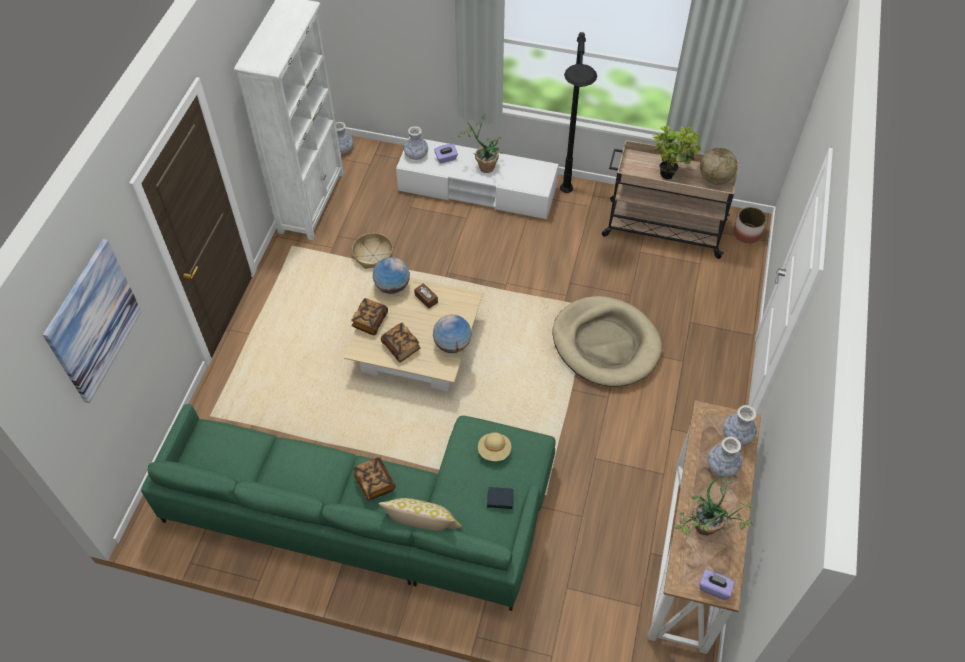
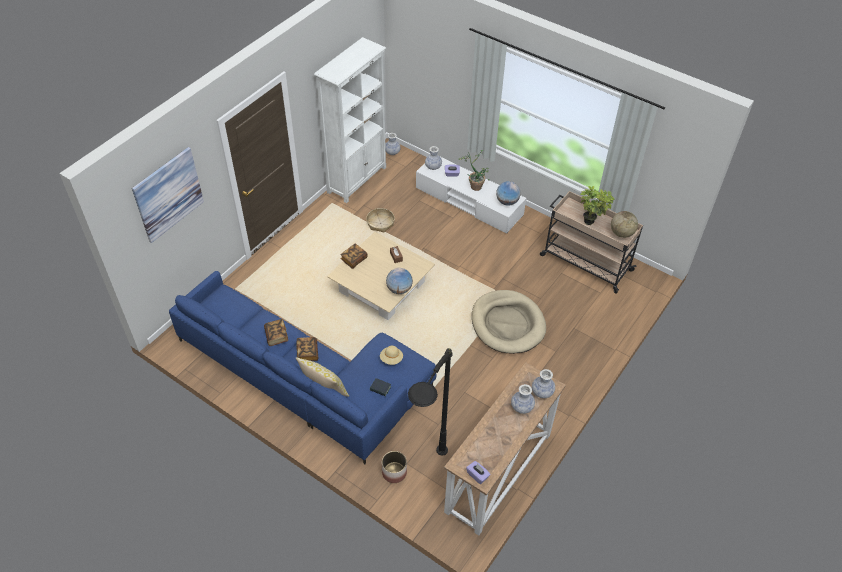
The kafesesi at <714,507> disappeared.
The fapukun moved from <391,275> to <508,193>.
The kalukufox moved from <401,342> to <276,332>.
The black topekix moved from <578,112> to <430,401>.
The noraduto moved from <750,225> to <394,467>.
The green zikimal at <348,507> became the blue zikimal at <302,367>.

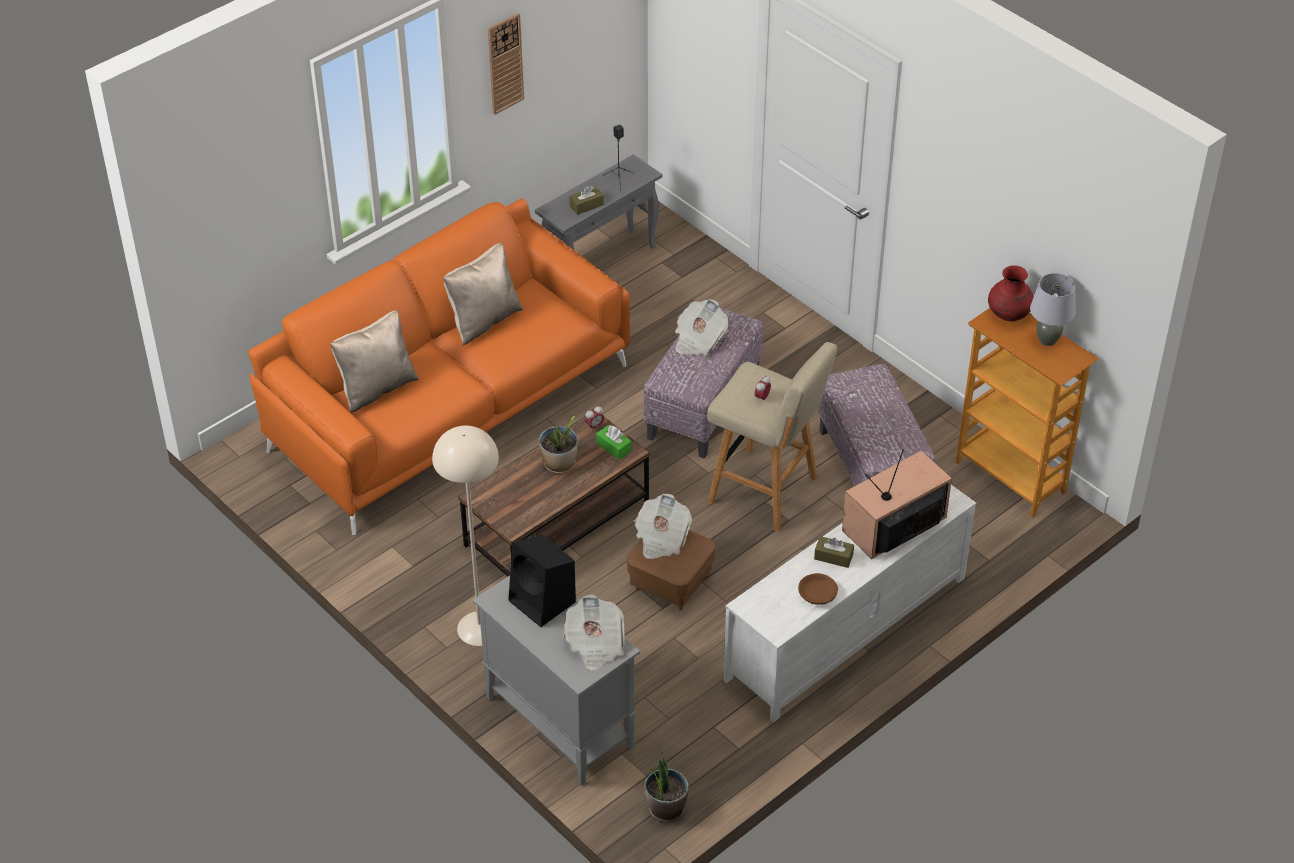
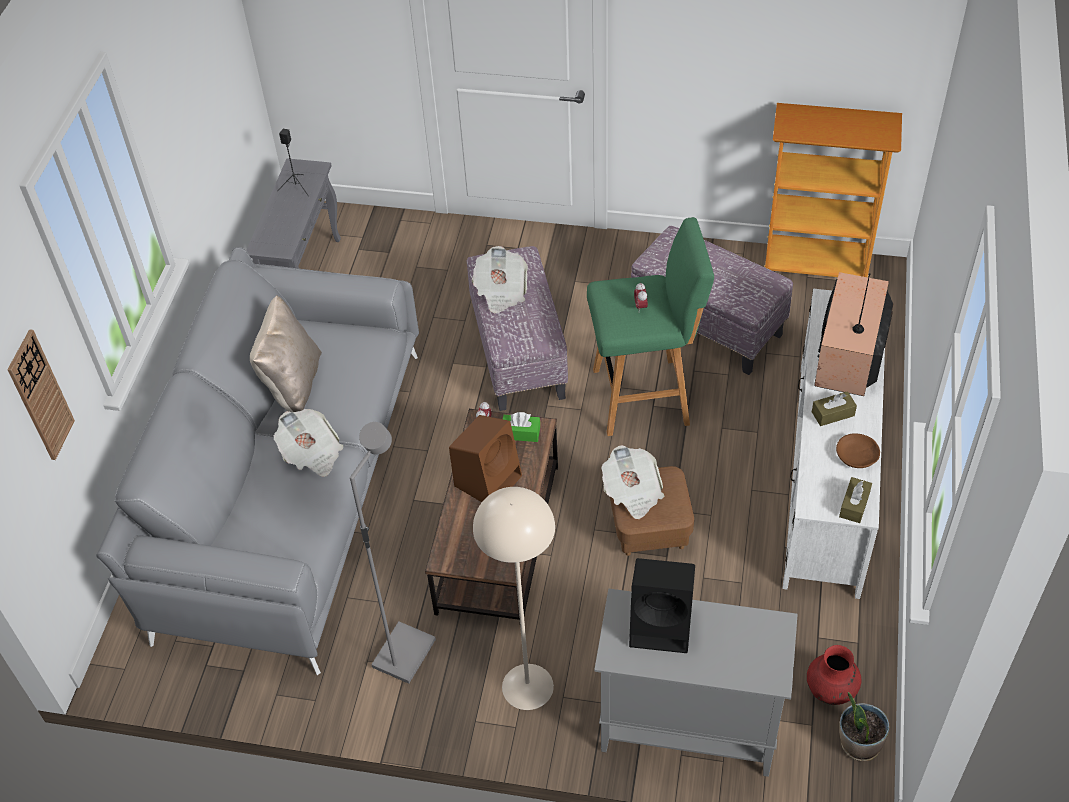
The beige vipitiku at <374,361> disappeared.
The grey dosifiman at <1053,309> disappeared.
The grey topekix at <393,553> appeared.
The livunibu moved from <506,64> to <41,394>.
The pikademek moved from <594,633> to <309,443>.
The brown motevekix moved from <586,200> to <855,500>.
The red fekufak moved from <1011,293> to <834,675>.
The kafesesi at <558,445> was replaced by the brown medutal at <485,458>.
The orange zikimal at <439,366> became the grey zikimal at <257,461>.
The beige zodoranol at <772,437> became the green zodoranol at <650,326>.

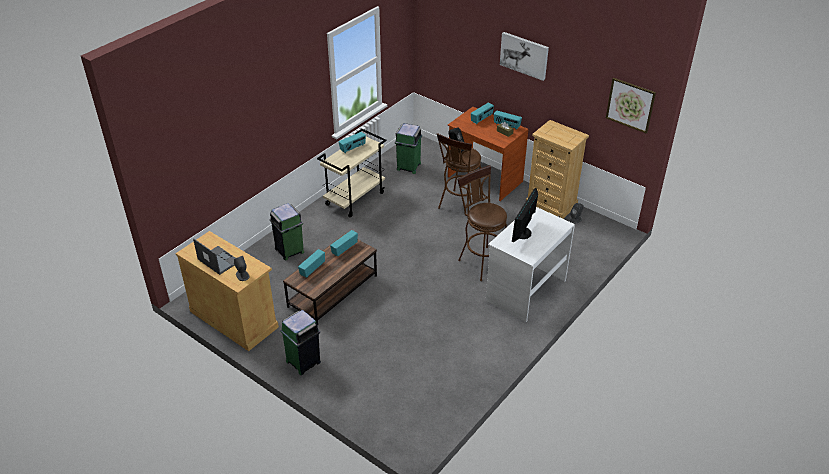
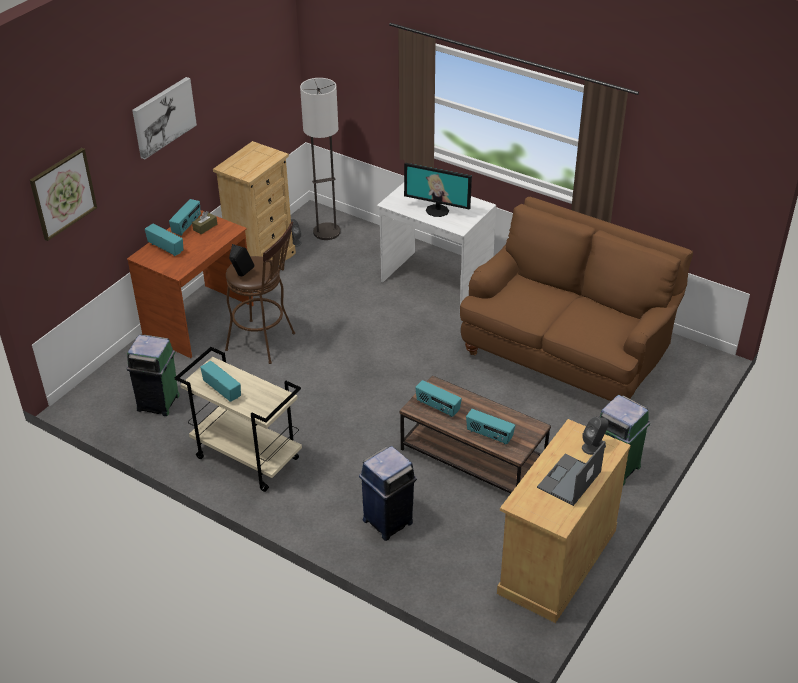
The brown zodoranol at <482,223> disappeared.
The topekix at <320,159> appeared.
The brown zikimal at <576,299> appeared.
The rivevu moved from <631,105> to <63,194>.
The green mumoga at <287,231> became the blue mumoga at <388,493>.

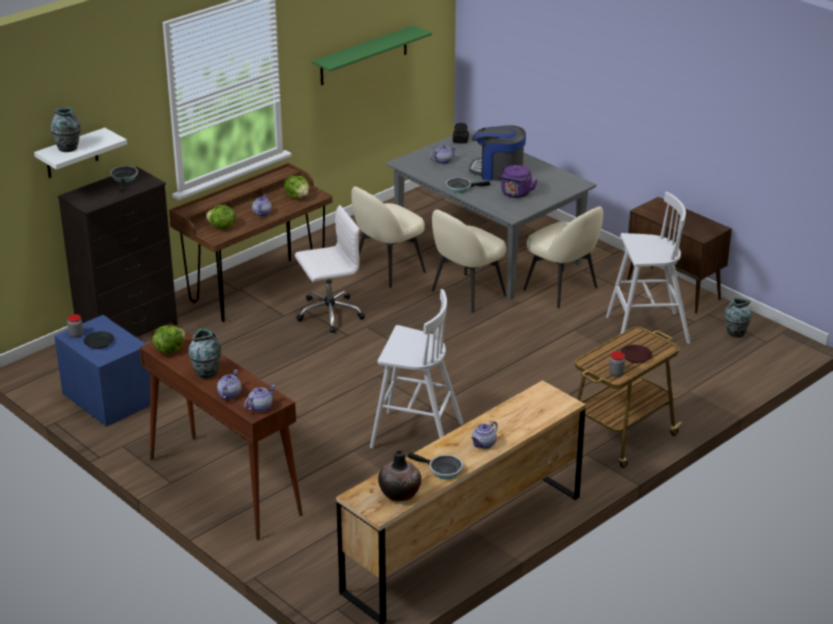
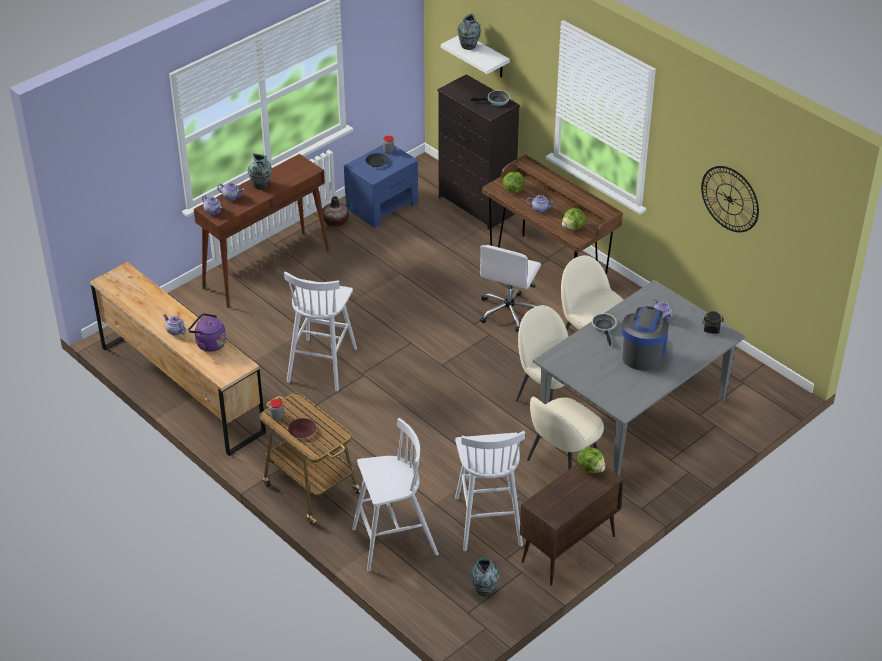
The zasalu at <435,465> disappeared.
The white zodoranol at <395,495> appeared.
The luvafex moved from <169,339> to <591,460>.
The fekufak moved from <399,475> to <335,212>.
The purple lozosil moved from <518,181> to <207,332>.
The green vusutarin at <372,55> was replaced by the livunibu at <730,199>.
The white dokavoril at <330,269> turned 45 degrees clockwise.

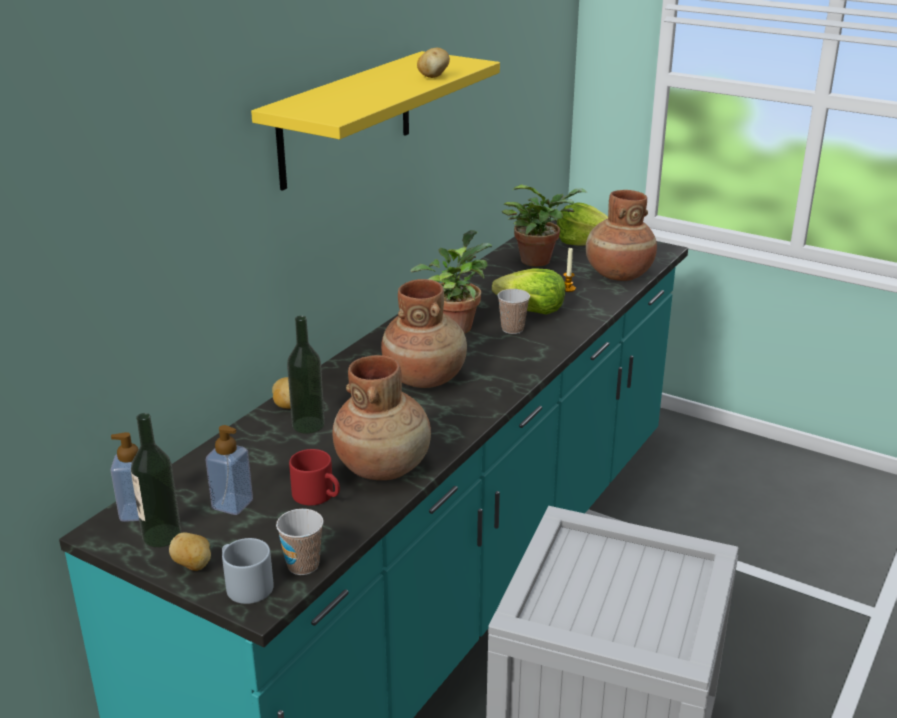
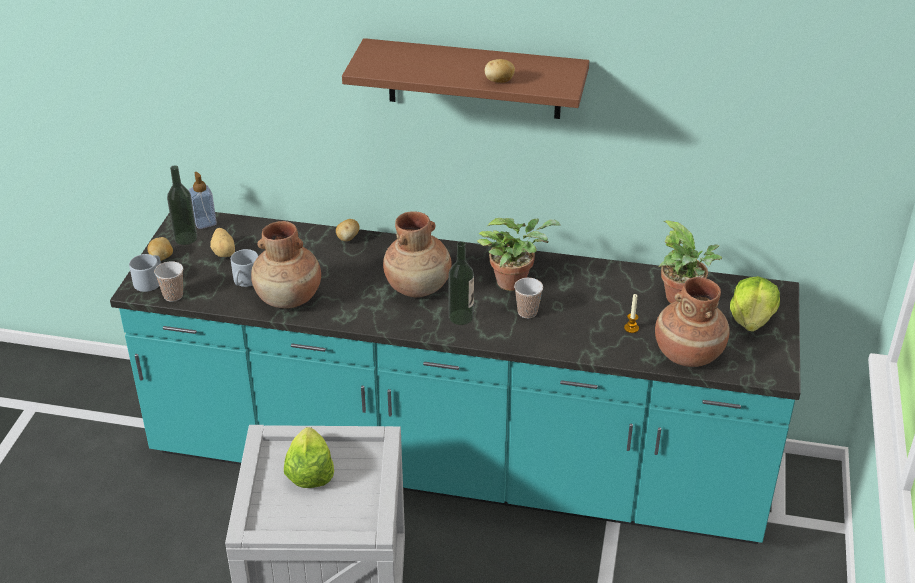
The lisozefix moved from <306,375> to <461,283>.
The luvafex moved from <529,291> to <309,457>.
The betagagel at <229,470> was replaced by the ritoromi at <222,242>.
The yellow vusutarin at <375,121> became the brown vusutarin at <465,78>.
The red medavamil at <314,477> became the grey medavamil at <244,268>.

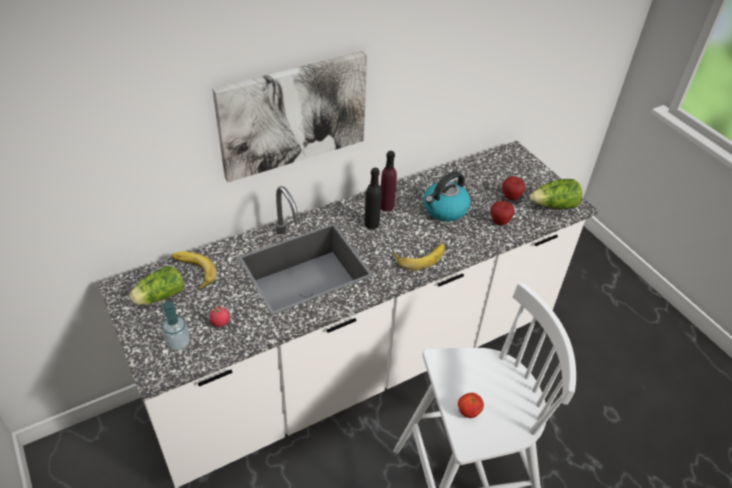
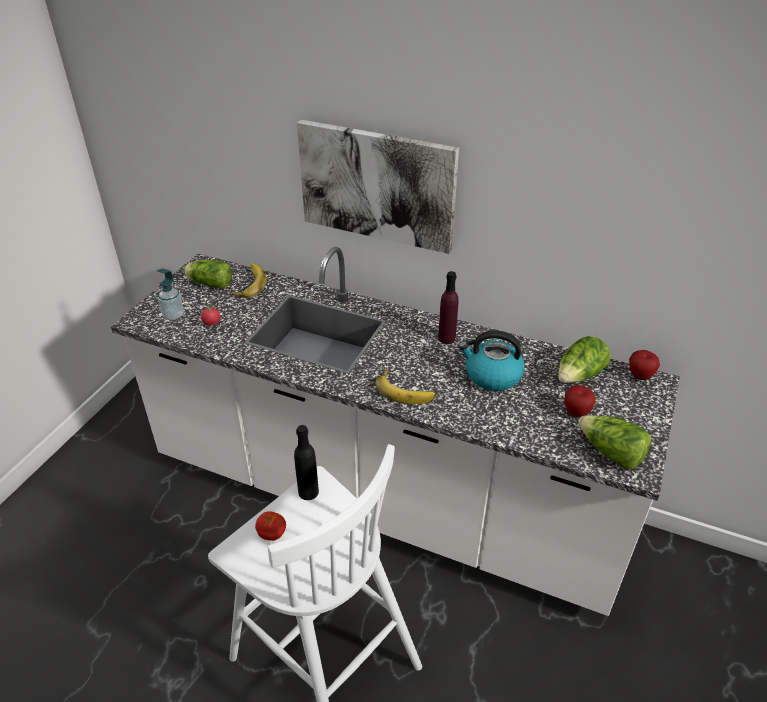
The luvafex at <584,359> appeared.
The black lisozefix moved from <373,198> to <306,462>.
The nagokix moved from <503,213> to <644,365>.

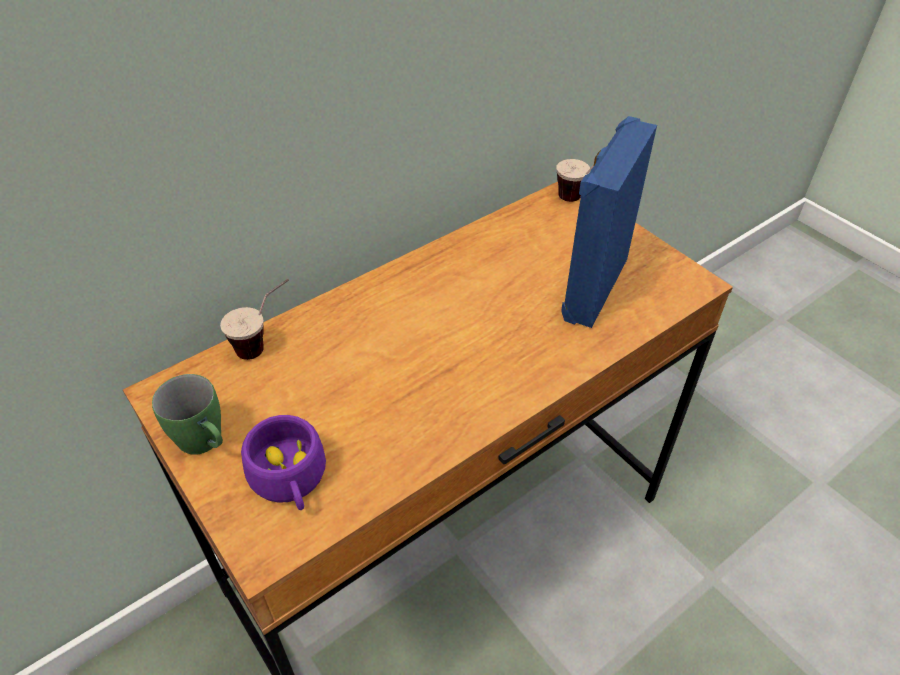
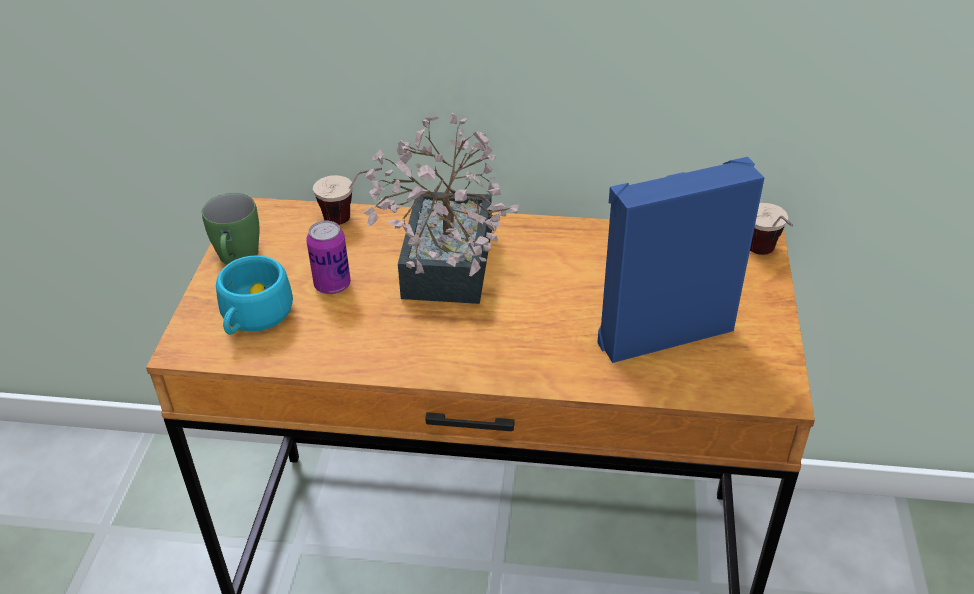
The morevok at <328,257> appeared.
The kafesesi at <442,208> appeared.
The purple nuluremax at <283,462> became the turquoise nuluremax at <254,295>.

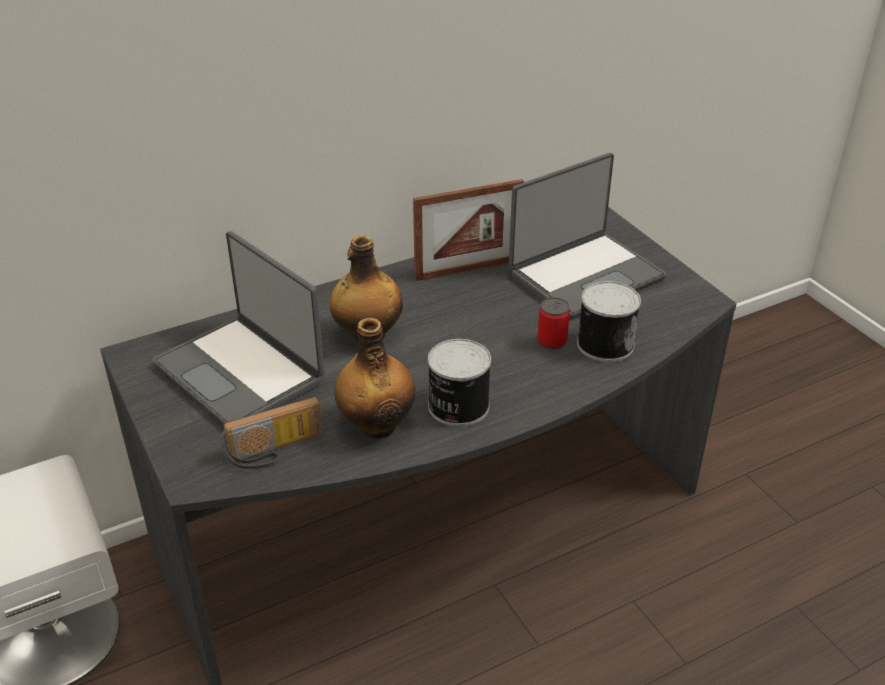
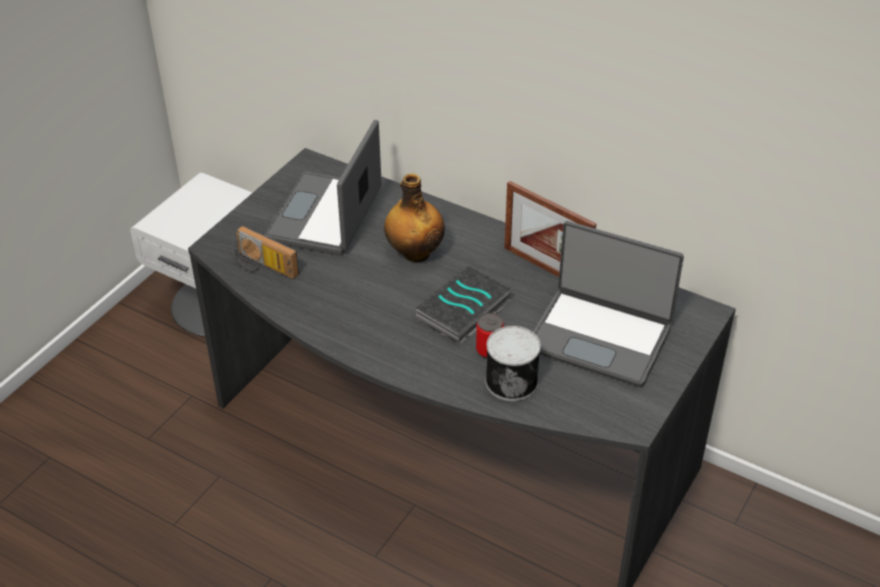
The lisozefix at <374,378> disappeared.
The morevok at <459,383> disappeared.
The kalukufox at <464,305> appeared.

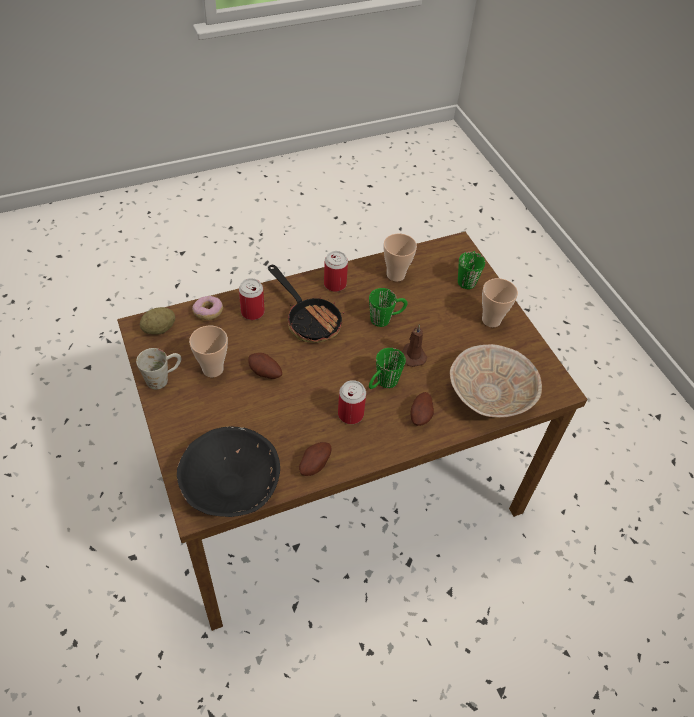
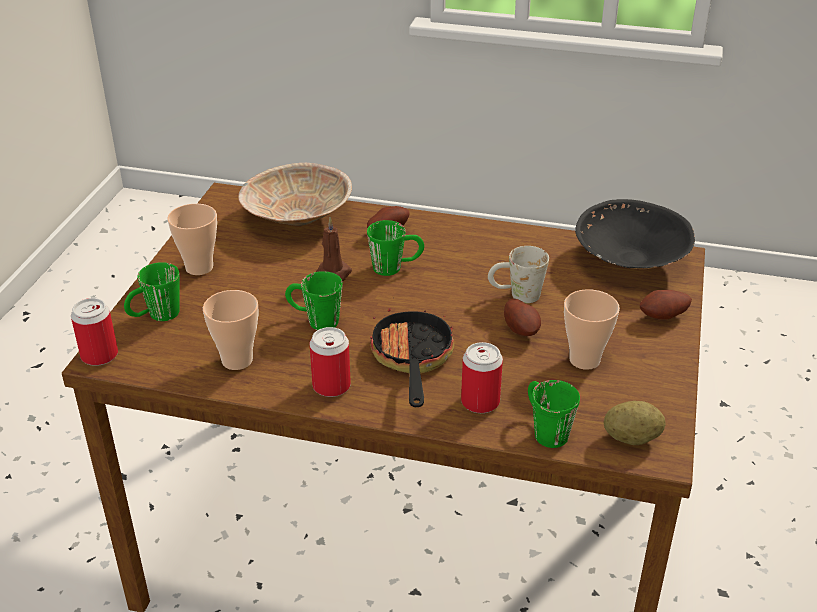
The white medavamil moved from <158,368> to <518,274>.
The ritoromi moved from <315,459> to <666,305>.
The morevok moved from <352,402> to <94,332>.
The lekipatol at <207,308> was replaced by the green medavamil at <554,414>.

